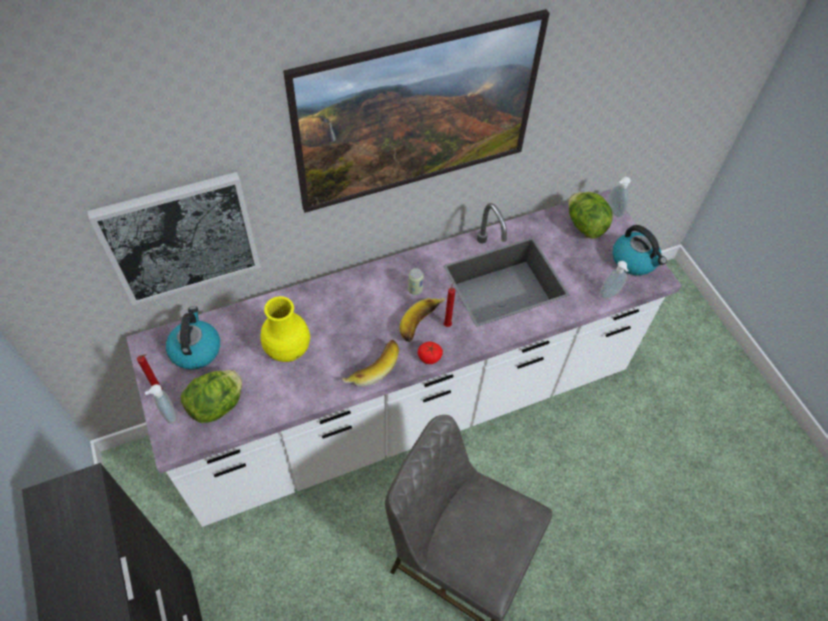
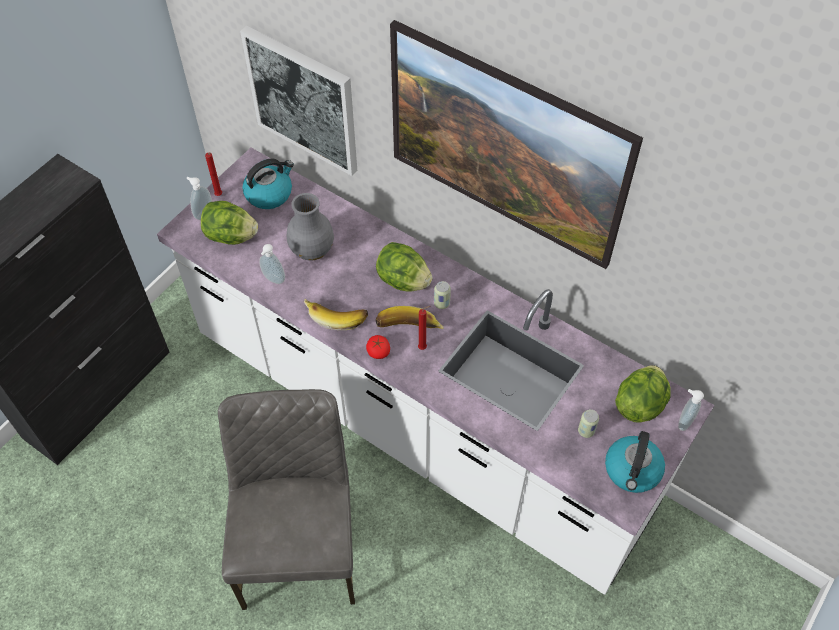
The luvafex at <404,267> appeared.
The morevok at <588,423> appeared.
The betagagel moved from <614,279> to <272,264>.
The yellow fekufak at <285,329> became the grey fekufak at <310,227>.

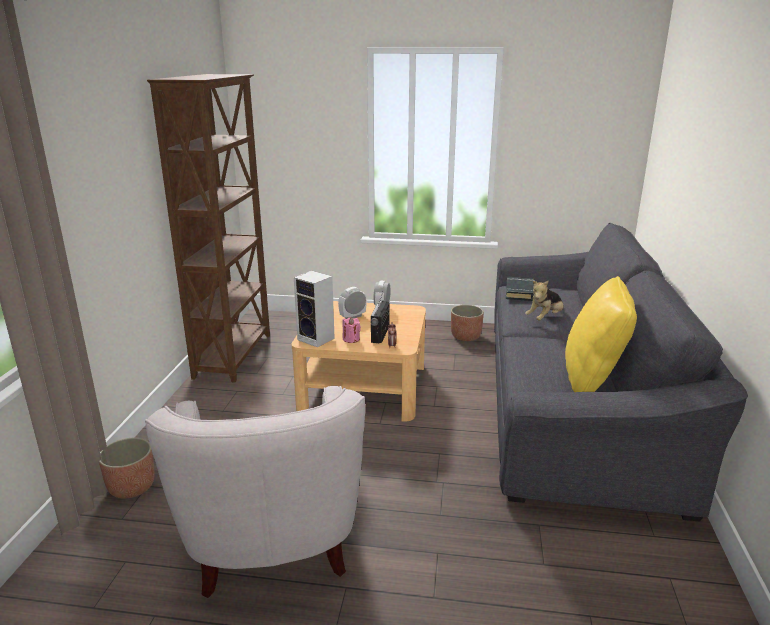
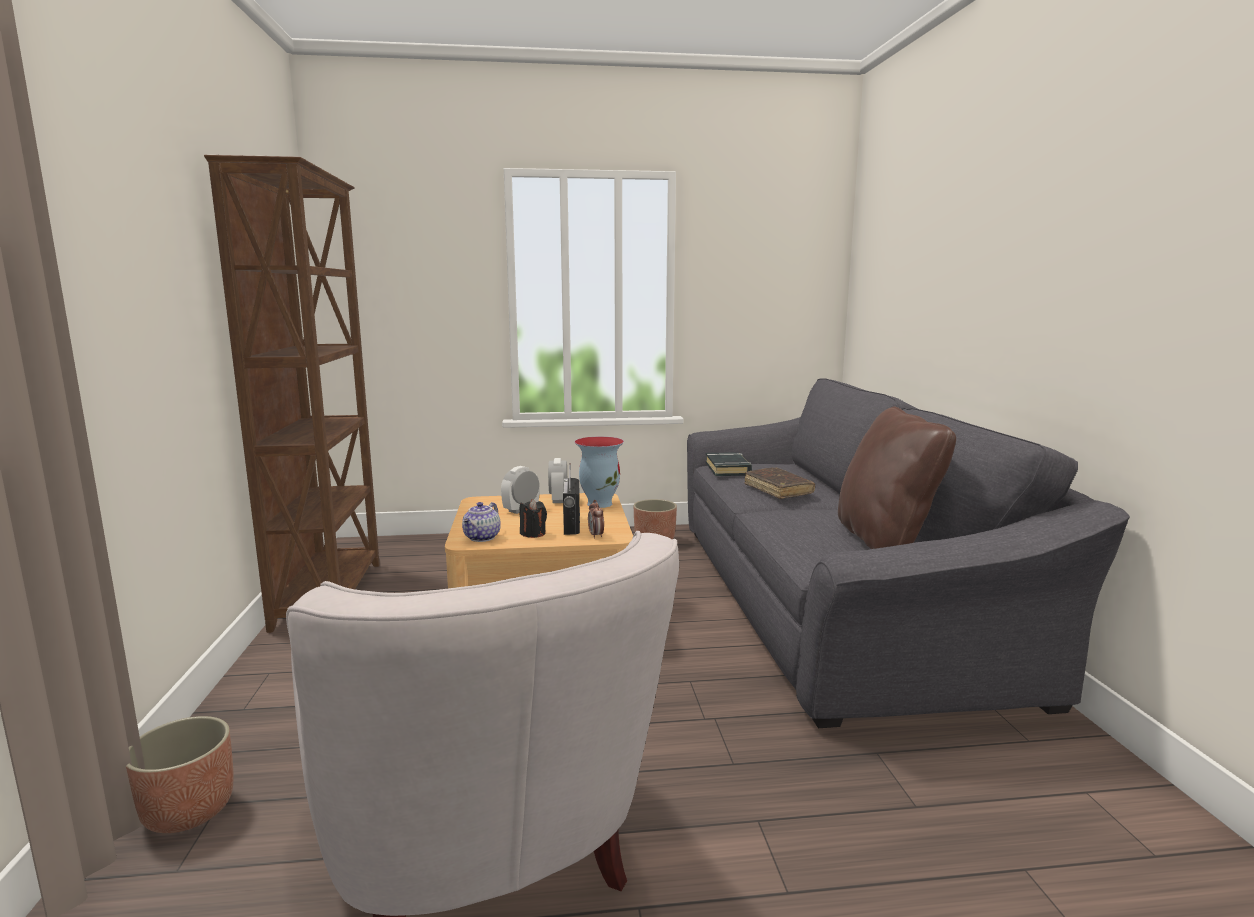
The fekufak at <599,472> appeared.
The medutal at <314,309> was replaced by the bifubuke at <481,522>.
The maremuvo at <544,301> was replaced by the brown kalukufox at <779,483>.
The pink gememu at <351,330> became the black gememu at <533,518>.
The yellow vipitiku at <601,334> became the brown vipitiku at <897,477>.

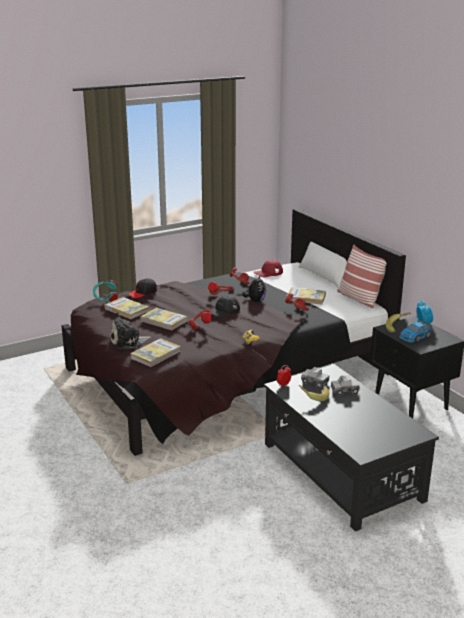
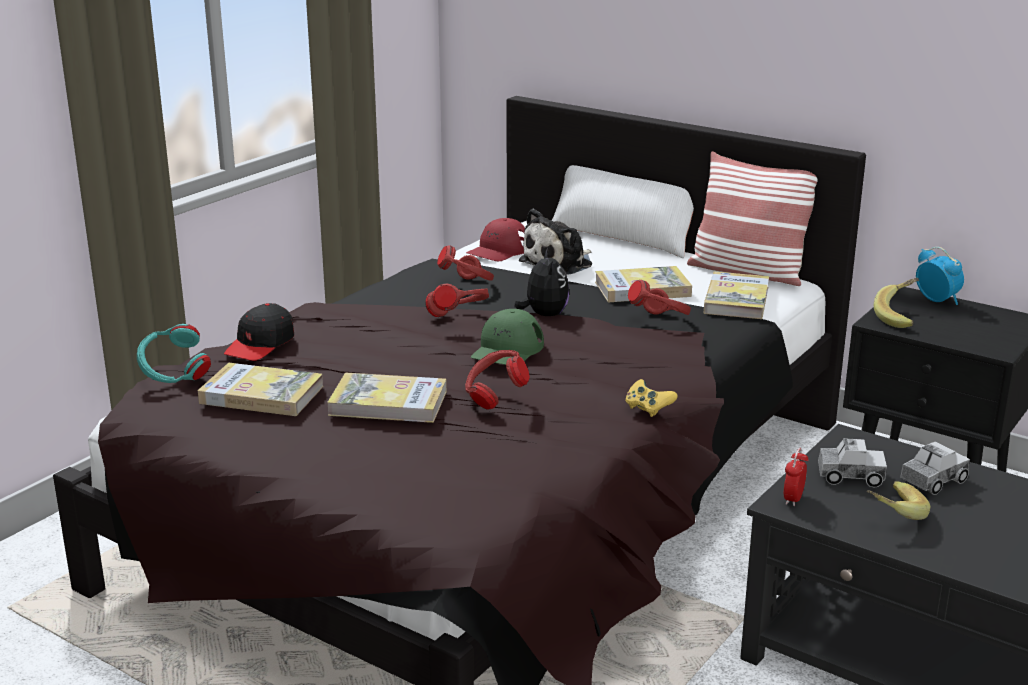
The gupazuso at <415,331> disappeared.
The maremuvo moved from <130,330> to <555,241>.
The kalukufox moved from <155,352> to <736,295>.
The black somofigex at <225,306> became the green somofigex at <507,337>.

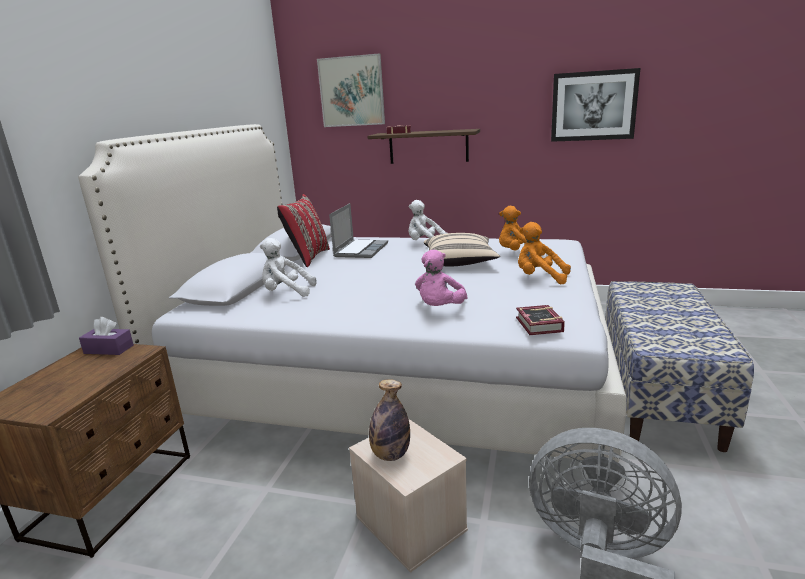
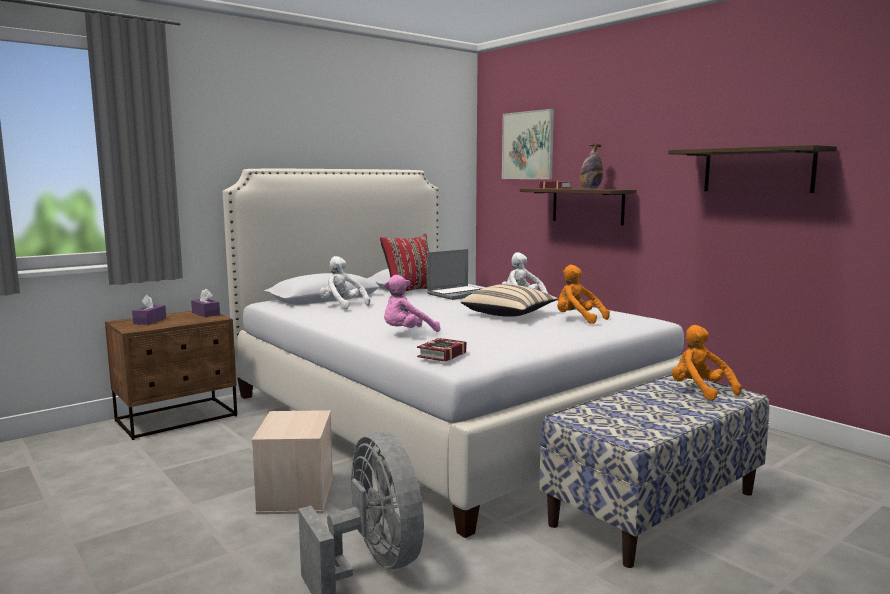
The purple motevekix at <149,310> appeared.
The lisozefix moved from <389,420> to <591,166>.
The orange maremuvo moved from <544,253> to <707,363>.
The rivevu at <595,105> was replaced by the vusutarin at <752,169>.

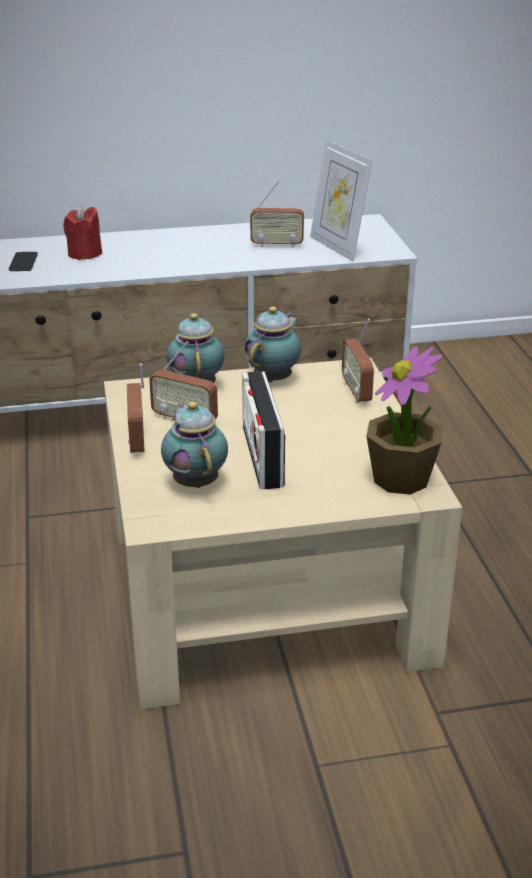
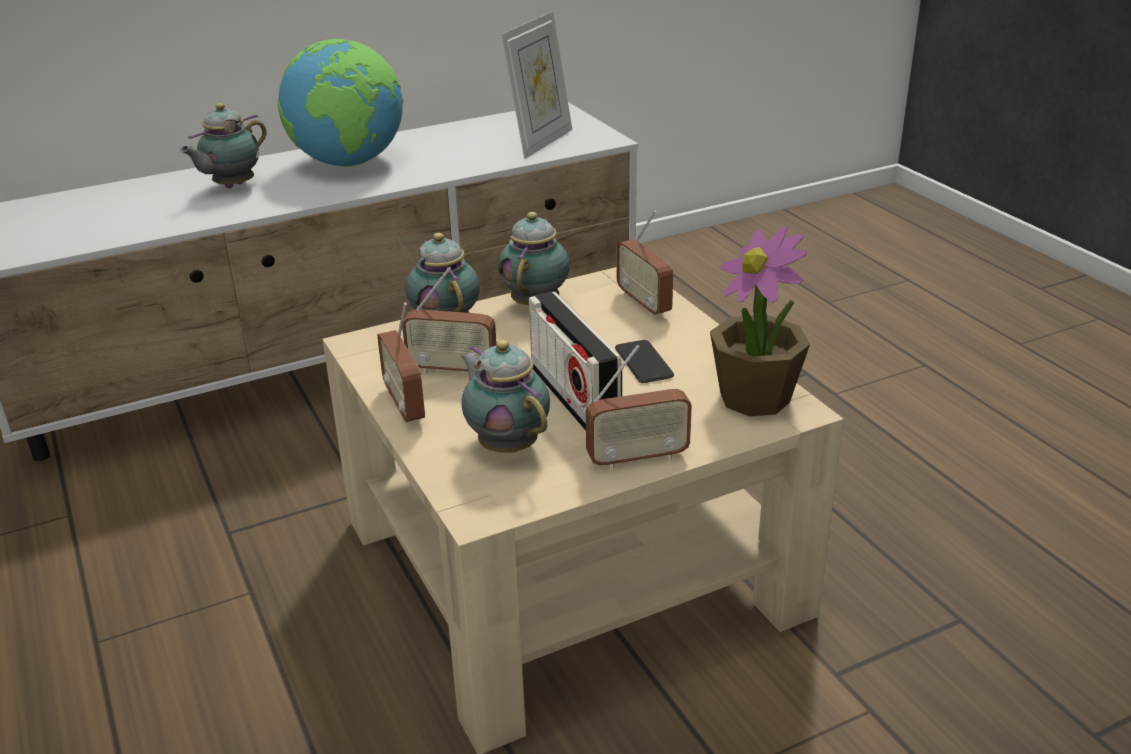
The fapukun at <340,103> appeared.
The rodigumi moved from <23,261> to <644,361>.
The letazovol moved from <277,214> to <639,407>.
The red gememu at <82,233> was replaced by the bifubuke at <223,145>.
The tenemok at <341,201> turned 105 degrees counterclockwise.

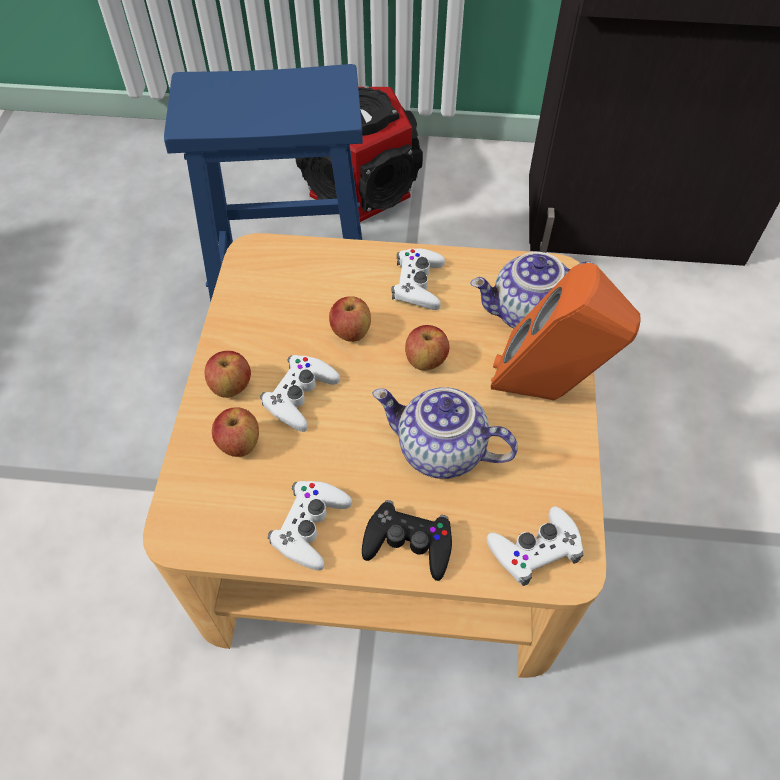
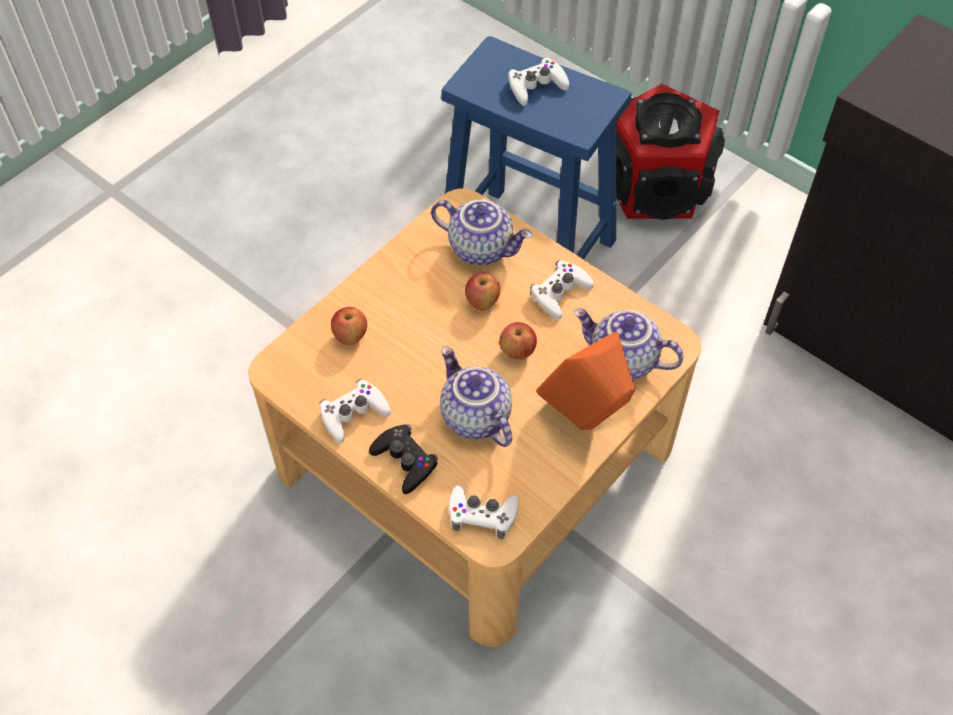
The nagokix at <228,374> disappeared.
The bifubuke at <481,232> appeared.
The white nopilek moved from <300,393> to <538,81>.

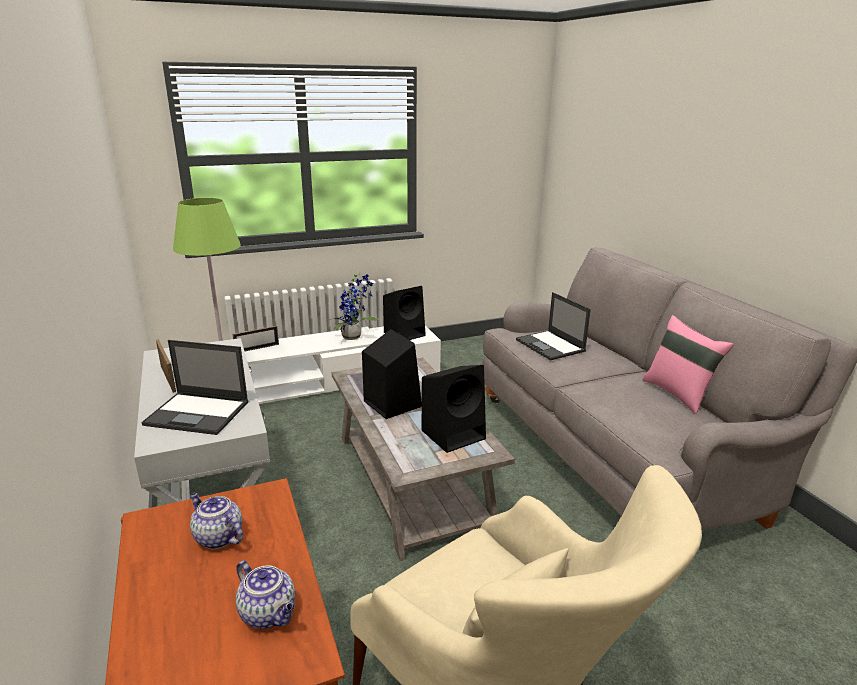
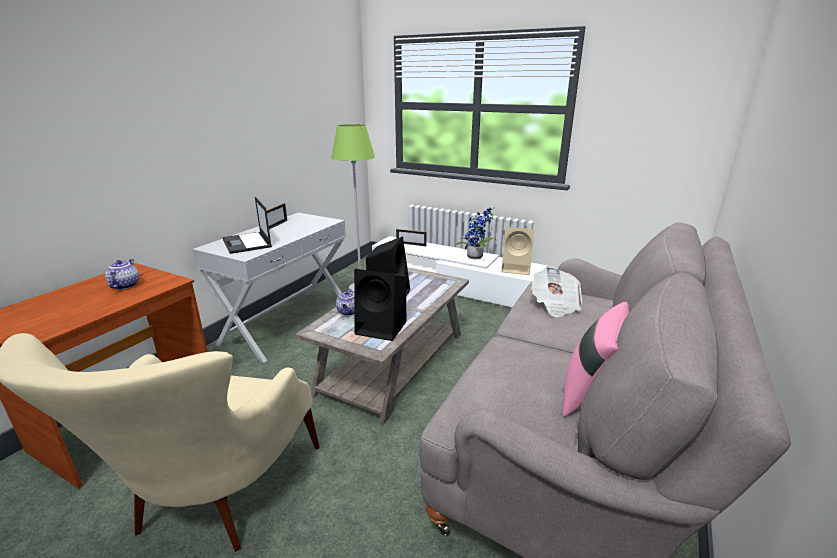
The bifubuke moved from <265,594> to <345,302>.
The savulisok at <553,326> was replaced by the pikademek at <556,291>.
The black medutal at <404,313> became the beige medutal at <518,251>.

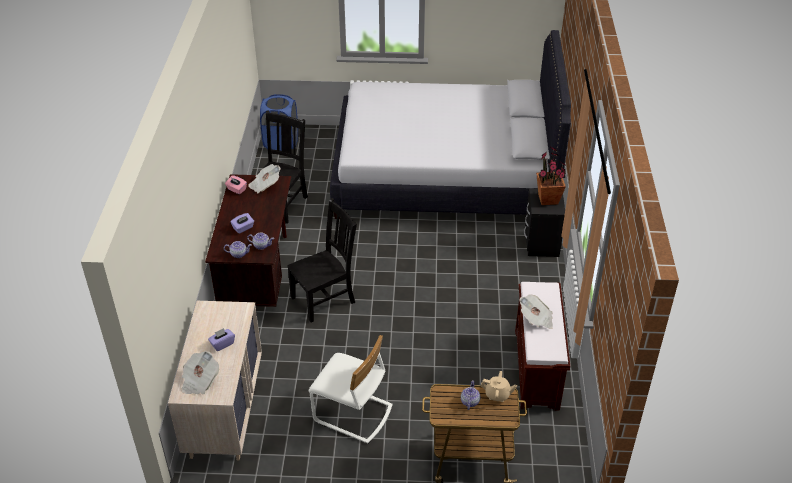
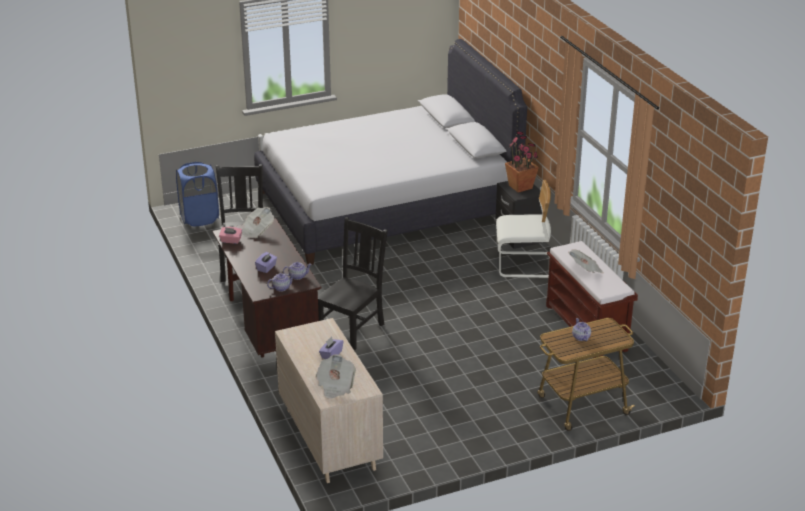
The beige bifubuke at <499,386> disappeared.
The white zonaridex moved from <351,389> to <523,229>.

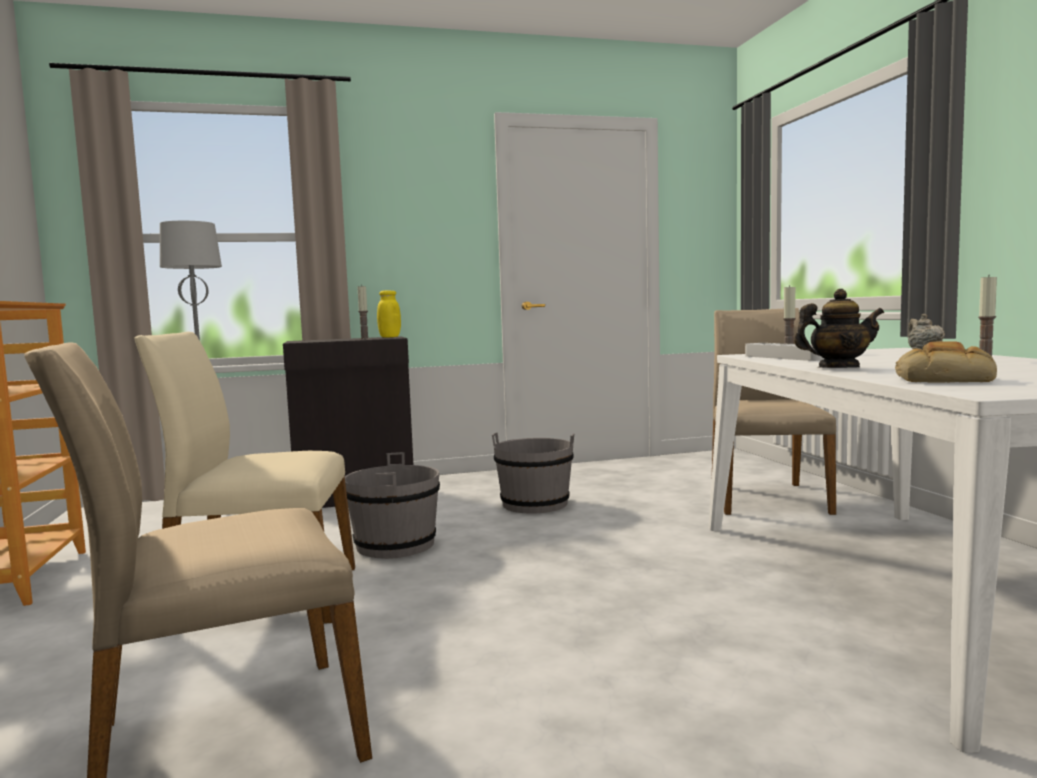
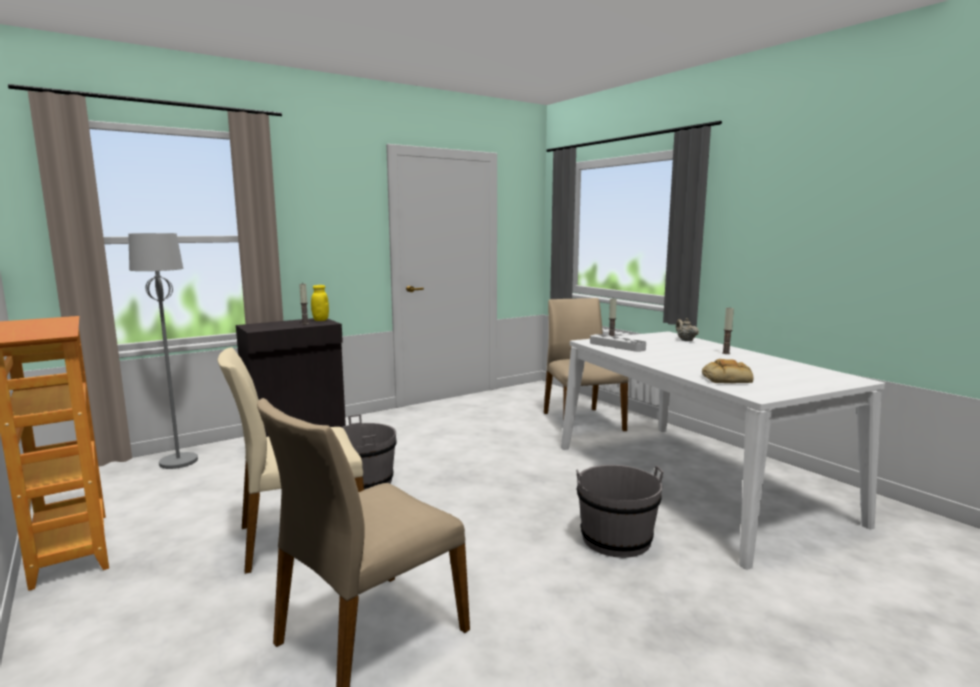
The bifubuke at <839,328> disappeared.
The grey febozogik moved from <533,473> to <619,511>.

